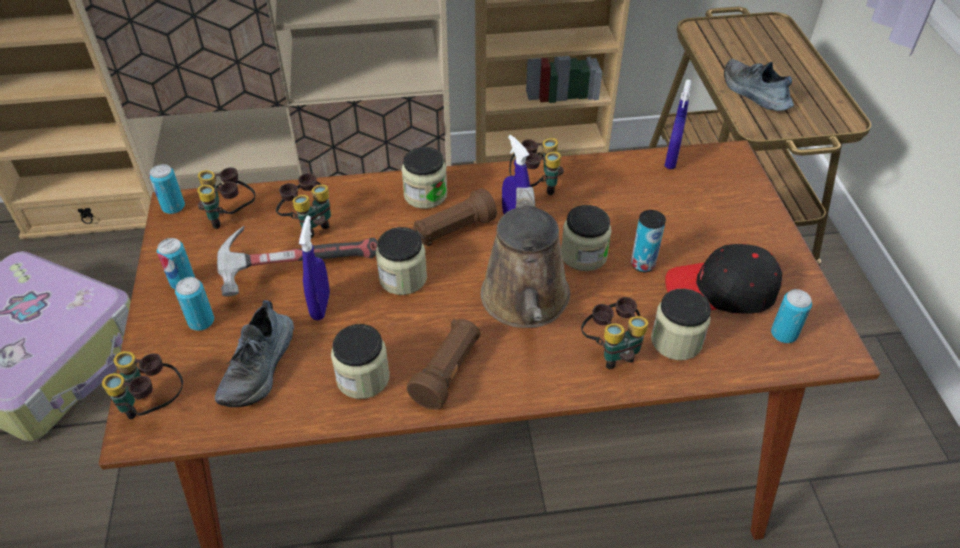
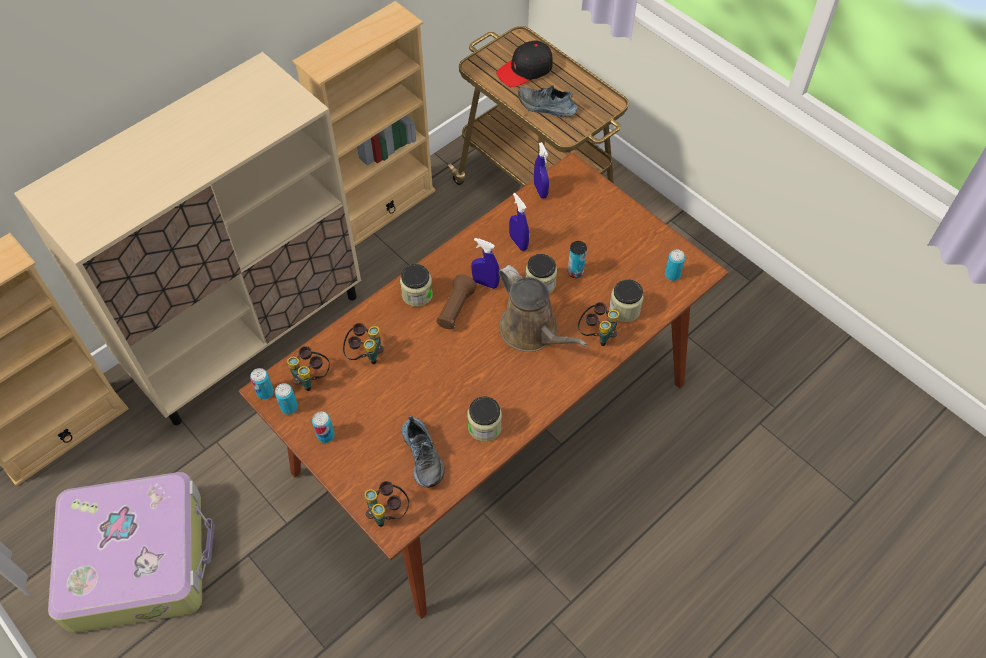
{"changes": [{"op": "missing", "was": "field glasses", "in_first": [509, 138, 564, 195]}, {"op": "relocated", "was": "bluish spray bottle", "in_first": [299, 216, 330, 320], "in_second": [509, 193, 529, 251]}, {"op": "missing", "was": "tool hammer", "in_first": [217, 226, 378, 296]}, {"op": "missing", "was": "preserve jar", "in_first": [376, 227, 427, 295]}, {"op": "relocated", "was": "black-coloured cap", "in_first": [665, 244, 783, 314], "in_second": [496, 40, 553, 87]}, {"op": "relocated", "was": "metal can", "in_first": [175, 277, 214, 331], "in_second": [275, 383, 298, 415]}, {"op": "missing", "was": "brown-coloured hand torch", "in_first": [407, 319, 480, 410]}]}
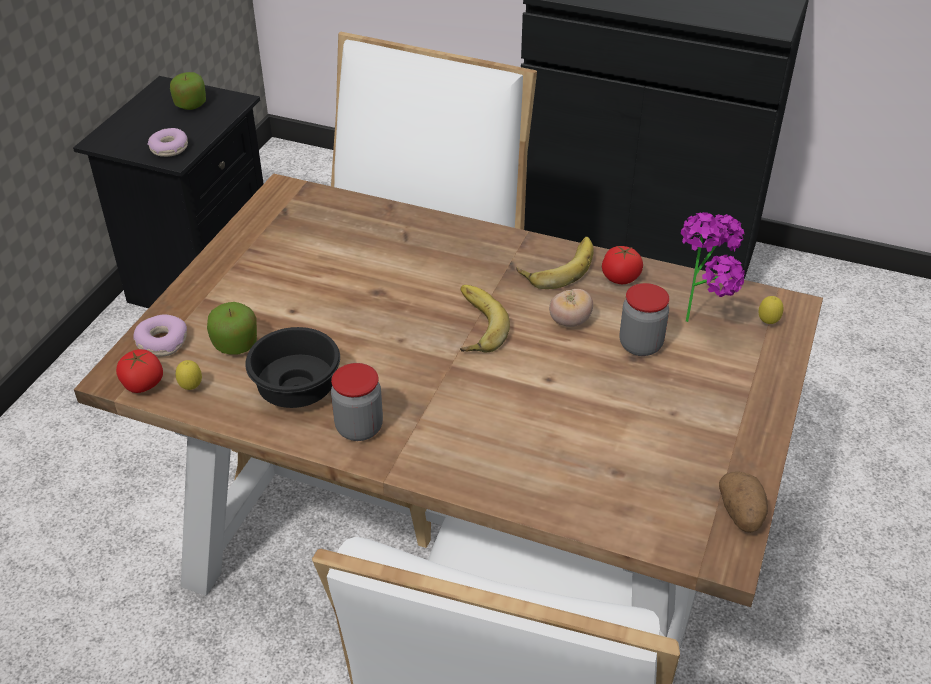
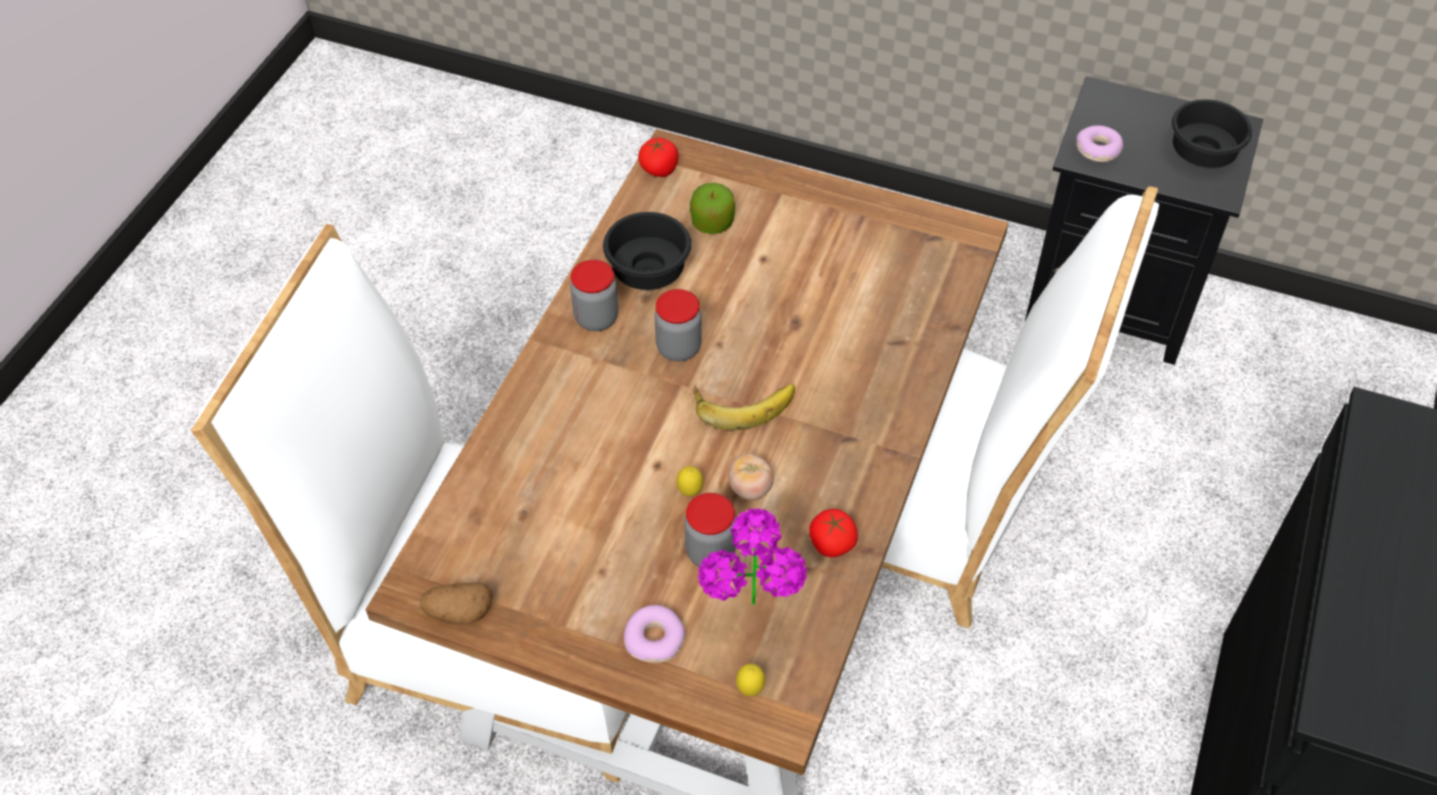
{"changes": [{"op": "exchanged", "was": "whole apple", "now": "black-coloured serving bowl", "in_first": [170, 72, 206, 110], "in_second": [1171, 99, 1252, 168]}, {"op": "missing", "was": "banana fruit", "in_first": [516, 237, 594, 289]}, {"op": "relocated", "was": "ring doughnut", "in_first": [133, 314, 187, 357], "in_second": [624, 605, 686, 663]}, {"op": "relocated", "was": "citrus fruit", "in_first": [176, 360, 202, 390], "in_second": [677, 466, 703, 496]}, {"op": "appeared", "now": "preserve jar", "in_second": [654, 289, 702, 361]}]}
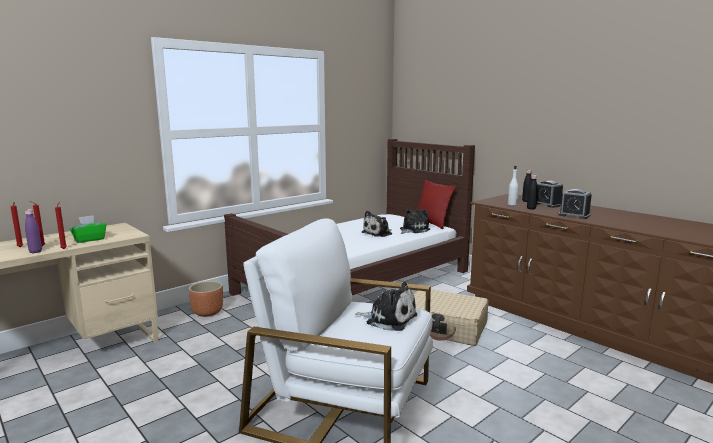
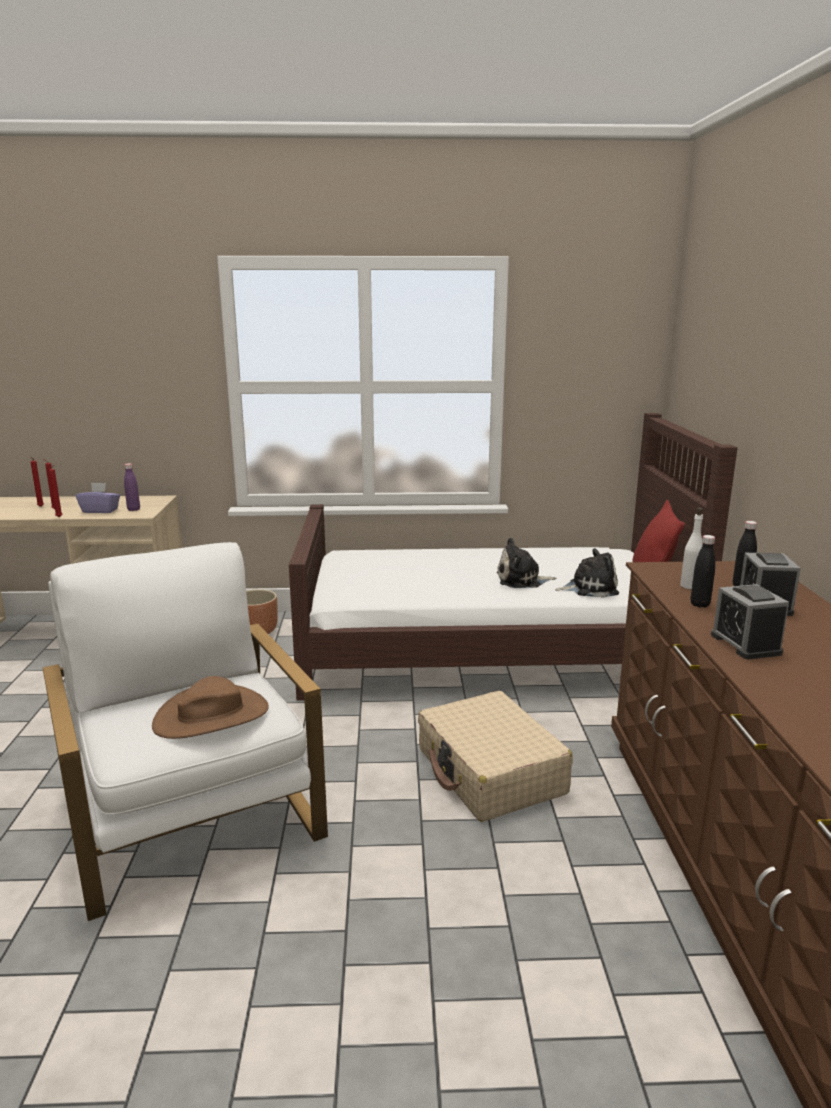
{"changes": [{"op": "relocated", "was": "purple-coloured beverage bottle", "in_first": [25, 209, 42, 253], "in_second": [124, 463, 140, 511]}, {"op": "colour", "was": "green tissue box", "now": "purple-coloured tissue box", "in_first": [70, 215, 106, 243], "in_second": [76, 483, 120, 513]}, {"op": "exchanged", "was": "plush toy", "now": "brown-coloured clothing hat", "in_first": [355, 282, 417, 331], "in_second": [152, 676, 269, 739]}]}
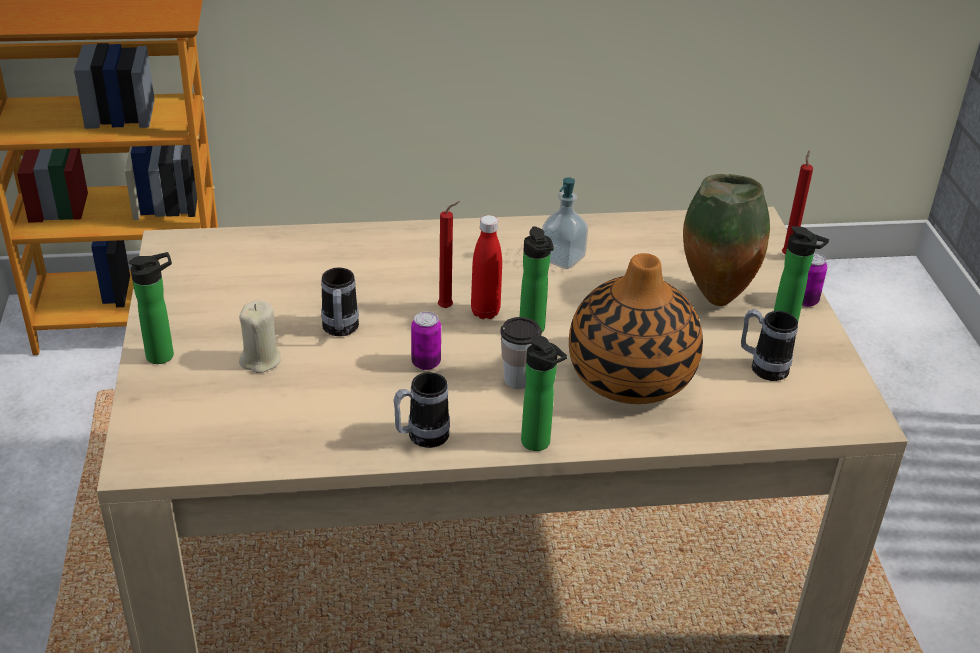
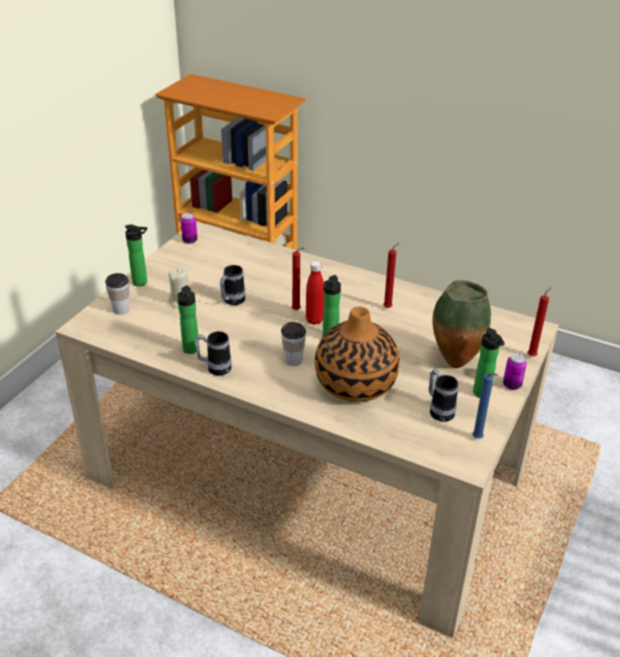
{"changes": [{"op": "exchanged", "was": "soap bottle", "now": "reddish wax candle", "in_first": [542, 177, 588, 269], "in_second": [383, 243, 400, 308]}, {"op": "relocated", "was": "metal can", "in_first": [411, 311, 441, 370], "in_second": [181, 213, 197, 244]}, {"op": "relocated", "was": "beverage bottle", "in_first": [521, 335, 567, 451], "in_second": [177, 285, 199, 354]}, {"op": "appeared", "now": "drinking cup", "in_second": [105, 273, 129, 315]}, {"op": "appeared", "now": "bluish wax candle", "in_second": [472, 373, 497, 439]}]}
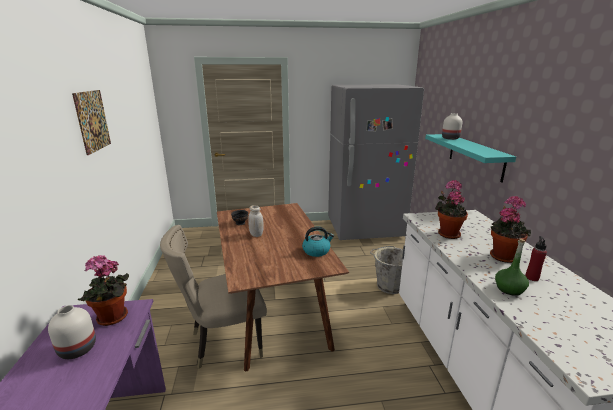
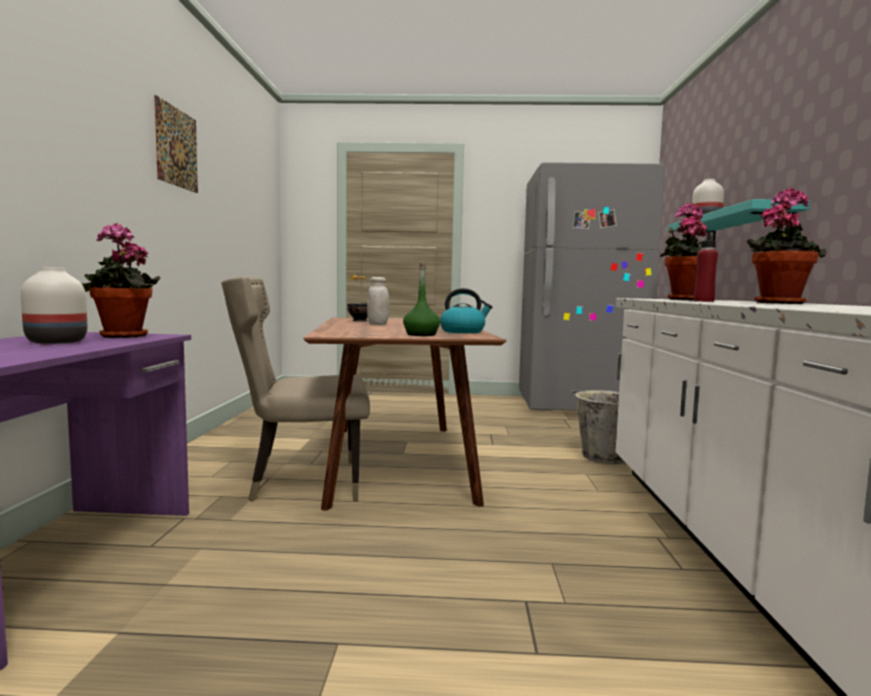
{"changes": [{"op": "relocated", "was": "reddish beverage bottle", "in_first": [525, 236, 547, 281], "in_second": [694, 232, 718, 302]}, {"op": "relocated", "was": "green beverage bottle", "in_first": [495, 238, 529, 296], "in_second": [403, 263, 440, 336]}]}
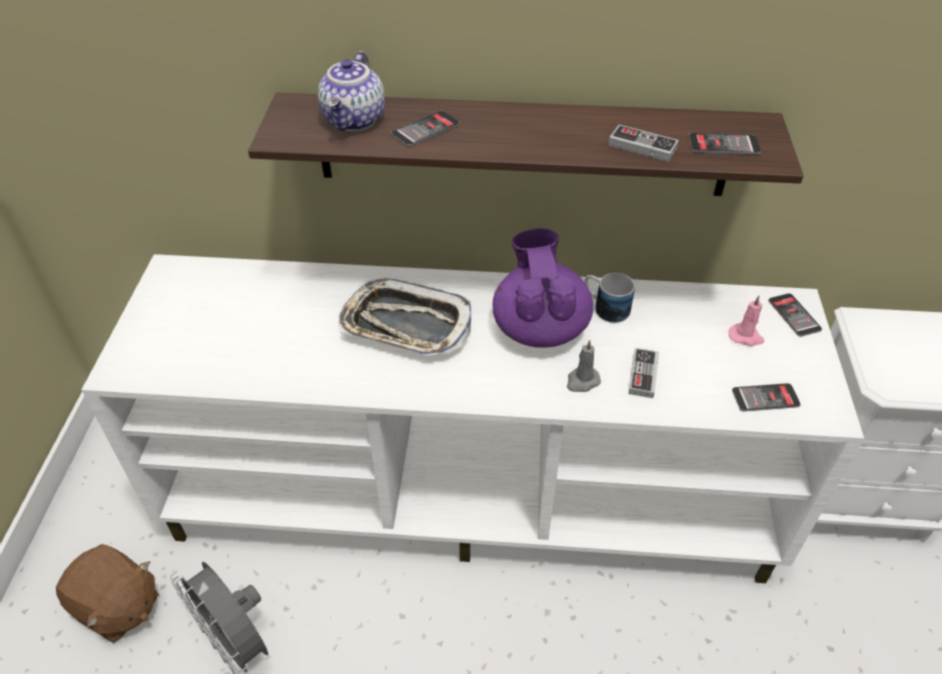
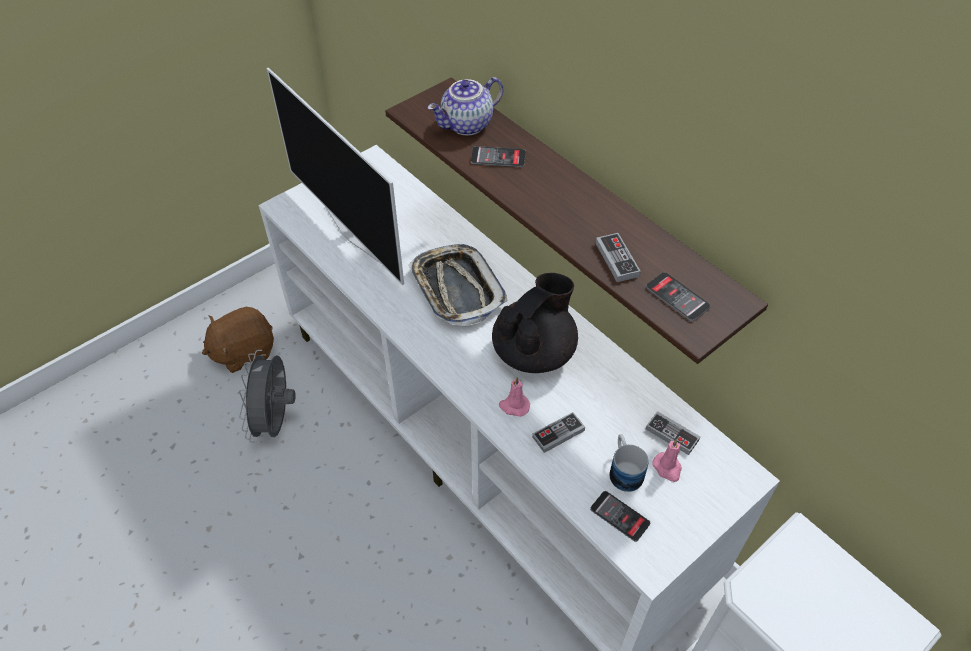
{"changes": [{"op": "colour", "was": "purple-coloured pot for tea", "now": "black-coloured pot for tea", "in_first": [493, 228, 593, 348], "in_second": [492, 273, 578, 373]}, {"op": "relocated", "was": "tea mug", "in_first": [584, 273, 635, 323], "in_second": [610, 434, 648, 492]}, {"op": "missing", "was": "handset", "in_first": [768, 293, 822, 337]}, {"op": "colour", "was": "greyish wax candle", "now": "pink-coloured wax candle", "in_first": [567, 339, 601, 392], "in_second": [499, 377, 530, 417]}, {"op": "spun", "was": "brown-coloured plush toy", "in_first": [56, 544, 159, 643], "in_second": [202, 307, 274, 373], "clockwise": 75}, {"op": "appeared", "now": "television", "in_second": [267, 67, 404, 285]}, {"op": "appeared", "now": "joypad", "in_second": [646, 411, 700, 455]}]}
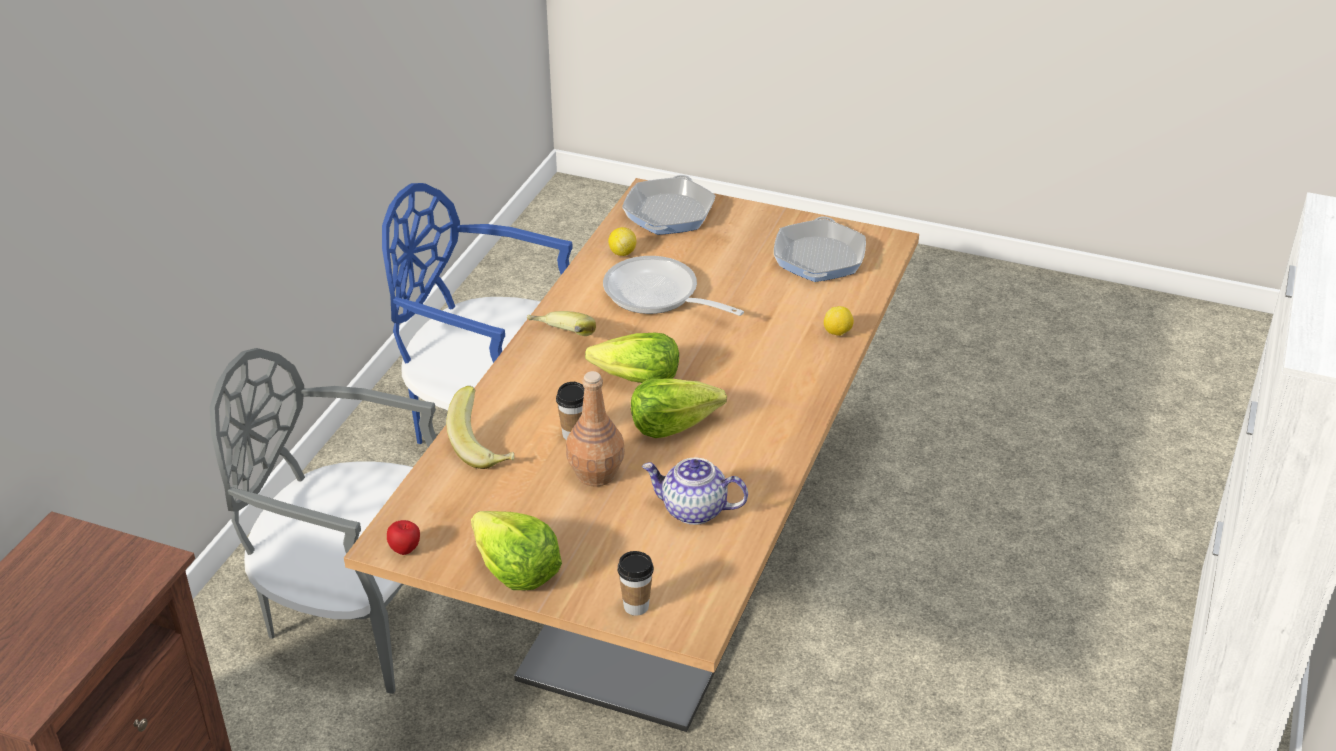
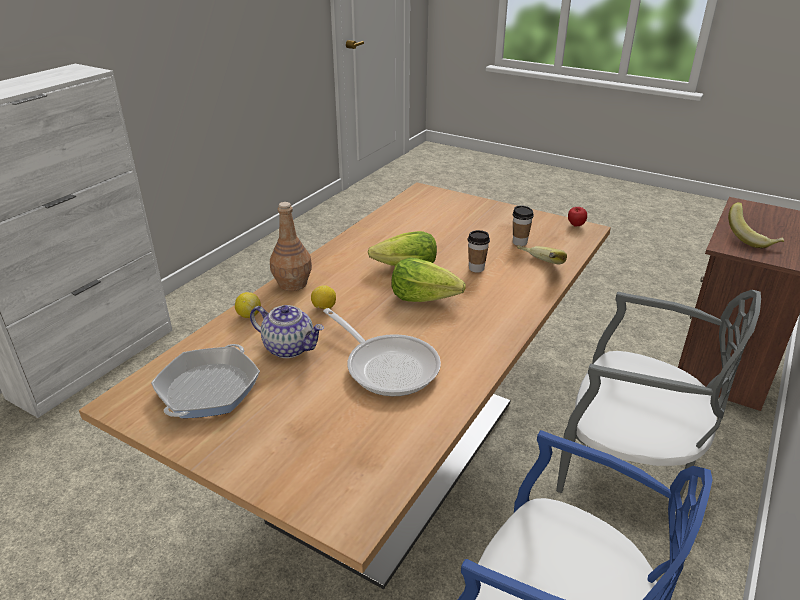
{"changes": [{"op": "missing", "was": "skillet", "in_first": [622, 175, 716, 235]}, {"op": "relocated", "was": "citrus fruit", "in_first": [608, 227, 636, 256], "in_second": [311, 285, 336, 309]}, {"op": "relocated", "was": "banana fruit", "in_first": [527, 311, 596, 336], "in_second": [728, 202, 784, 248]}, {"op": "relocated", "was": "brown-coloured beverage bottle", "in_first": [566, 371, 625, 487], "in_second": [270, 202, 312, 291]}, {"op": "relocated", "was": "pot for tea", "in_first": [642, 458, 748, 525], "in_second": [250, 305, 324, 358]}, {"op": "missing", "was": "lettuce head", "in_first": [471, 511, 562, 590]}, {"op": "relocated", "was": "drinking cup", "in_first": [618, 551, 654, 616], "in_second": [512, 205, 534, 246]}]}
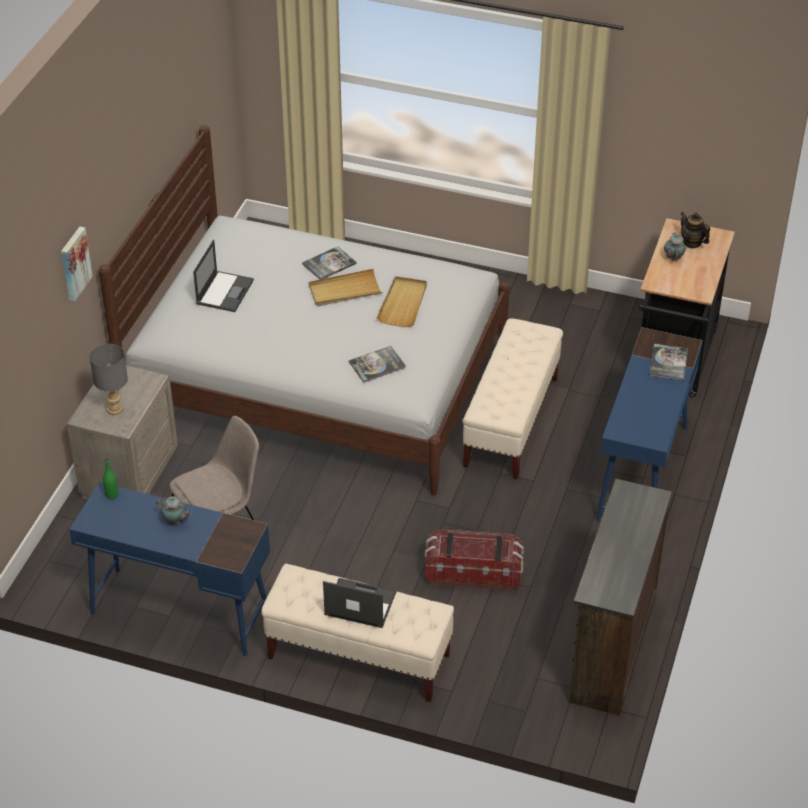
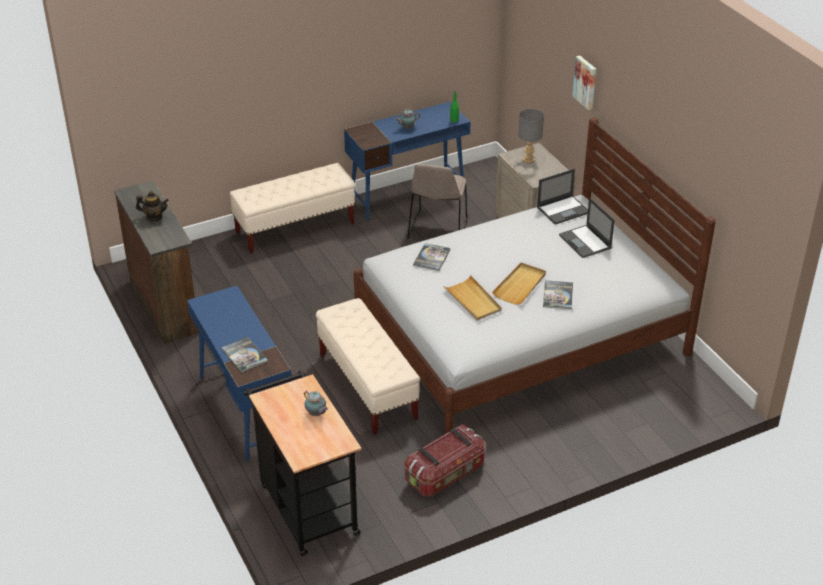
{"changes": [{"op": "relocated", "was": "pot for tea", "in_first": [681, 212, 710, 248], "in_second": [136, 191, 169, 221]}, {"op": "relocated", "was": "storage container", "in_first": [425, 529, 524, 590], "in_second": [405, 424, 485, 497]}, {"op": "relocated", "was": "portable computer", "in_first": [323, 578, 397, 628], "in_second": [537, 169, 588, 225]}]}
